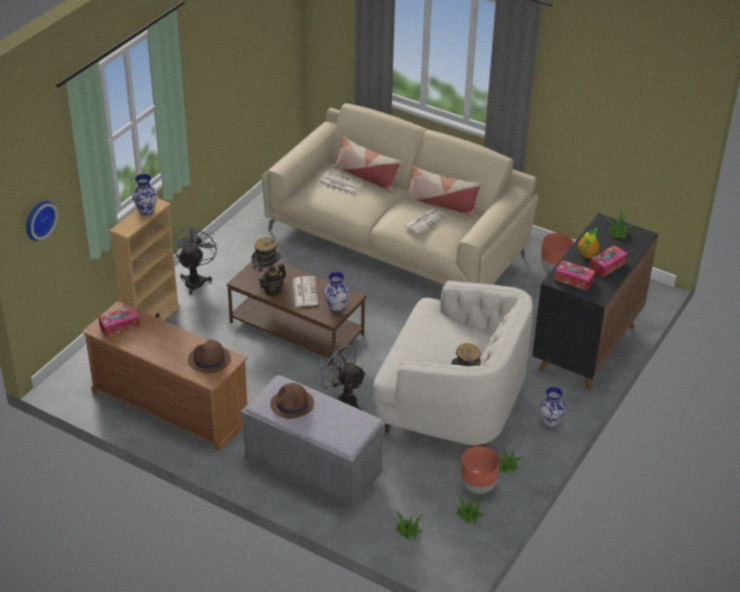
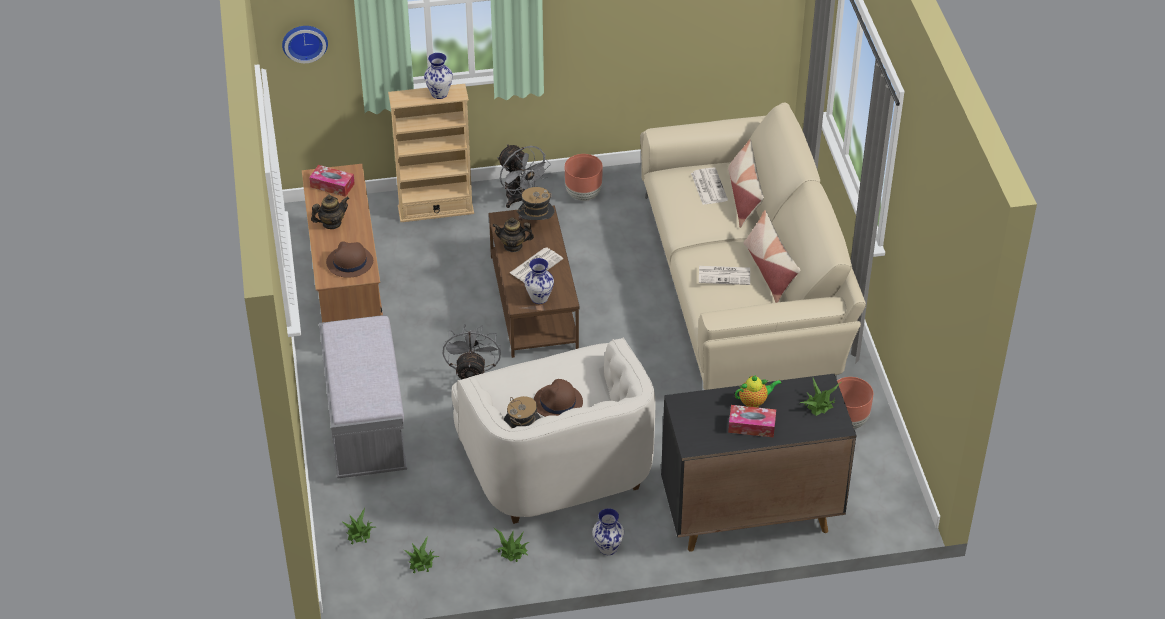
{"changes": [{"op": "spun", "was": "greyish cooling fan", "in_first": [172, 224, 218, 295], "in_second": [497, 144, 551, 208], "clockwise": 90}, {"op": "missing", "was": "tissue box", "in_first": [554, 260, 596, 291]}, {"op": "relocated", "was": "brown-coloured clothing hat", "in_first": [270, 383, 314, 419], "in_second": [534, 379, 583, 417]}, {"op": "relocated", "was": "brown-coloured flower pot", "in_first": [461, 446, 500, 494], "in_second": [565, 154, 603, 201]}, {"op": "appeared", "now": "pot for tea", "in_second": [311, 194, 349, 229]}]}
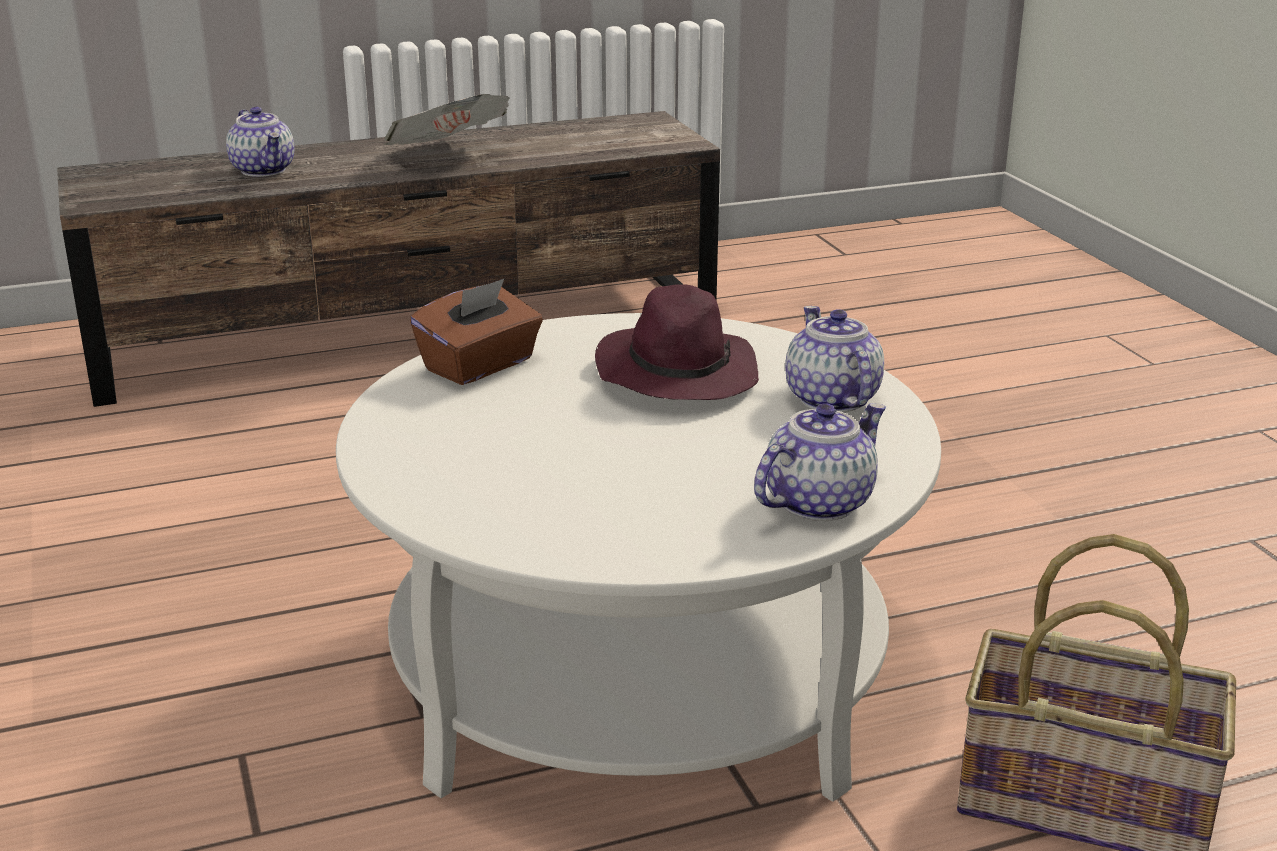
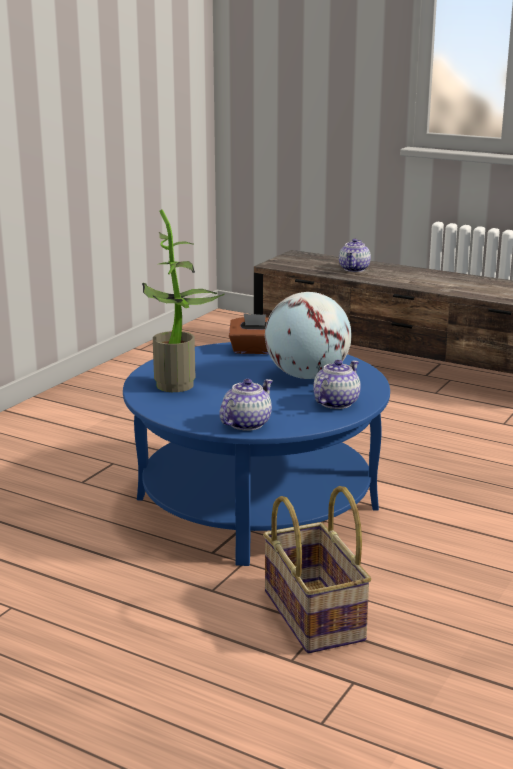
{"changes": [{"op": "missing", "was": "newspaper", "in_first": [384, 94, 510, 145]}, {"op": "exchanged", "was": "purple-coloured clothing hat", "now": "world globe", "in_first": [595, 284, 759, 400], "in_second": [265, 292, 351, 379]}, {"op": "colour", "was": "white-coloured coffee table", "now": "bluish coffee table", "in_first": [336, 313, 941, 802], "in_second": [123, 342, 390, 566]}, {"op": "spun", "was": "pot for tea", "in_first": [754, 403, 886, 521], "in_second": [220, 379, 273, 431], "clockwise": -60}, {"op": "appeared", "now": "potted plant", "in_second": [142, 209, 225, 392]}]}
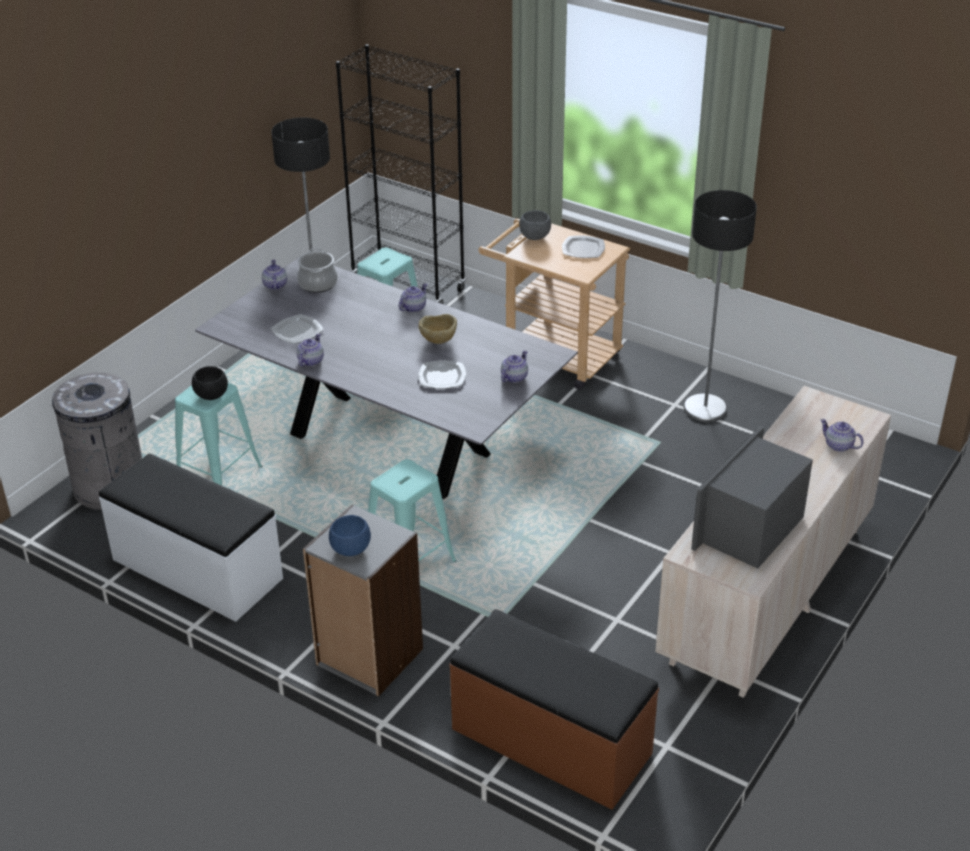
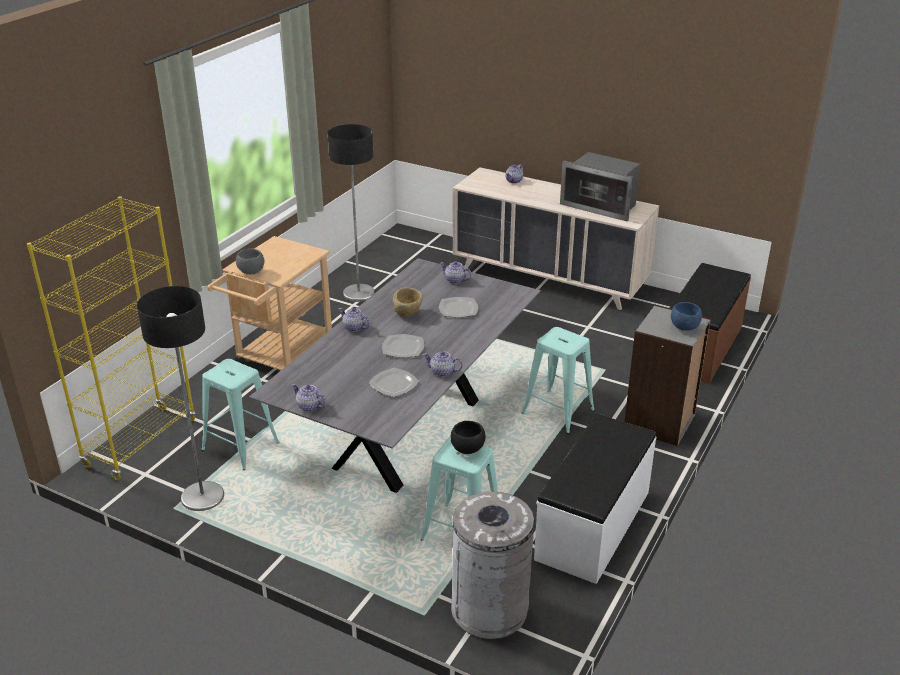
{"changes": [{"op": "colour", "was": "black-coloured bookshelf", "now": "yellow bookshelf", "in_first": [336, 44, 465, 304], "in_second": [27, 196, 195, 480]}, {"op": "relocated", "was": "plate", "in_first": [562, 236, 605, 258], "in_second": [382, 334, 424, 357]}, {"op": "missing", "was": "stockpot", "in_first": [297, 248, 338, 293]}, {"op": "spun", "was": "pot for tea", "in_first": [262, 259, 287, 290], "in_second": [292, 384, 327, 412], "clockwise": 45}]}
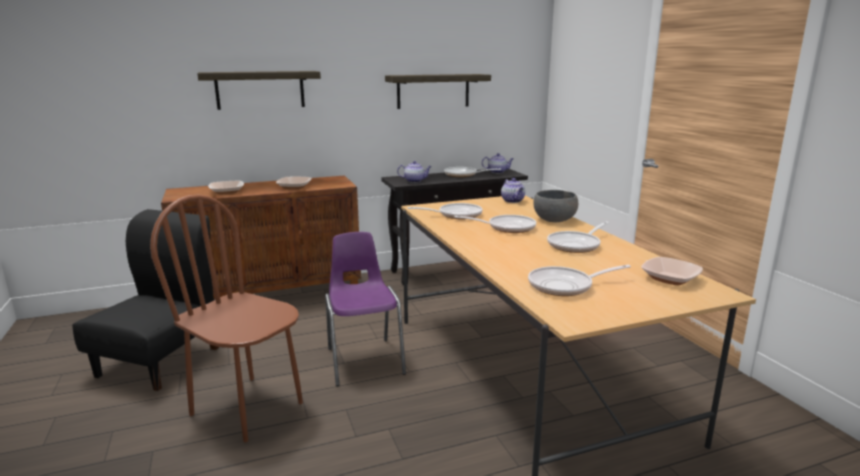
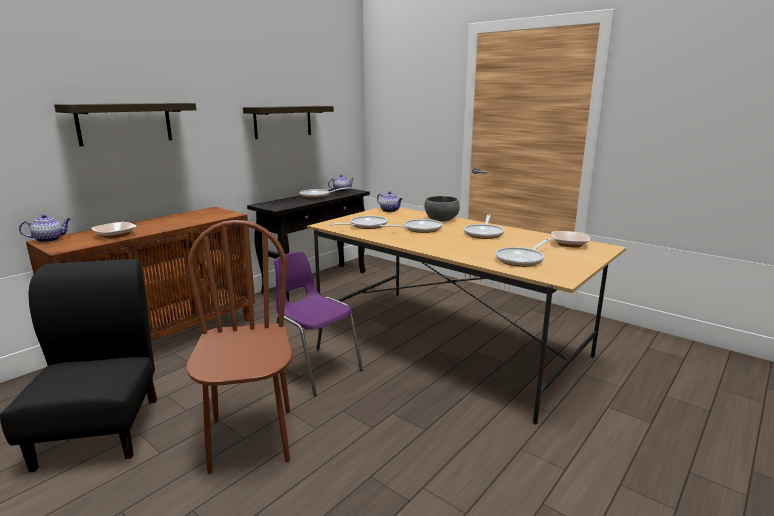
{"changes": [{"op": "relocated", "was": "pot for tea", "in_first": [397, 161, 432, 183], "in_second": [19, 214, 70, 242]}, {"op": "missing", "was": "serving bowl", "in_first": [276, 177, 312, 190]}, {"op": "spun", "was": "brown-coloured plain chair", "in_first": [150, 194, 303, 442], "in_second": [186, 220, 292, 474], "clockwise": 75}]}
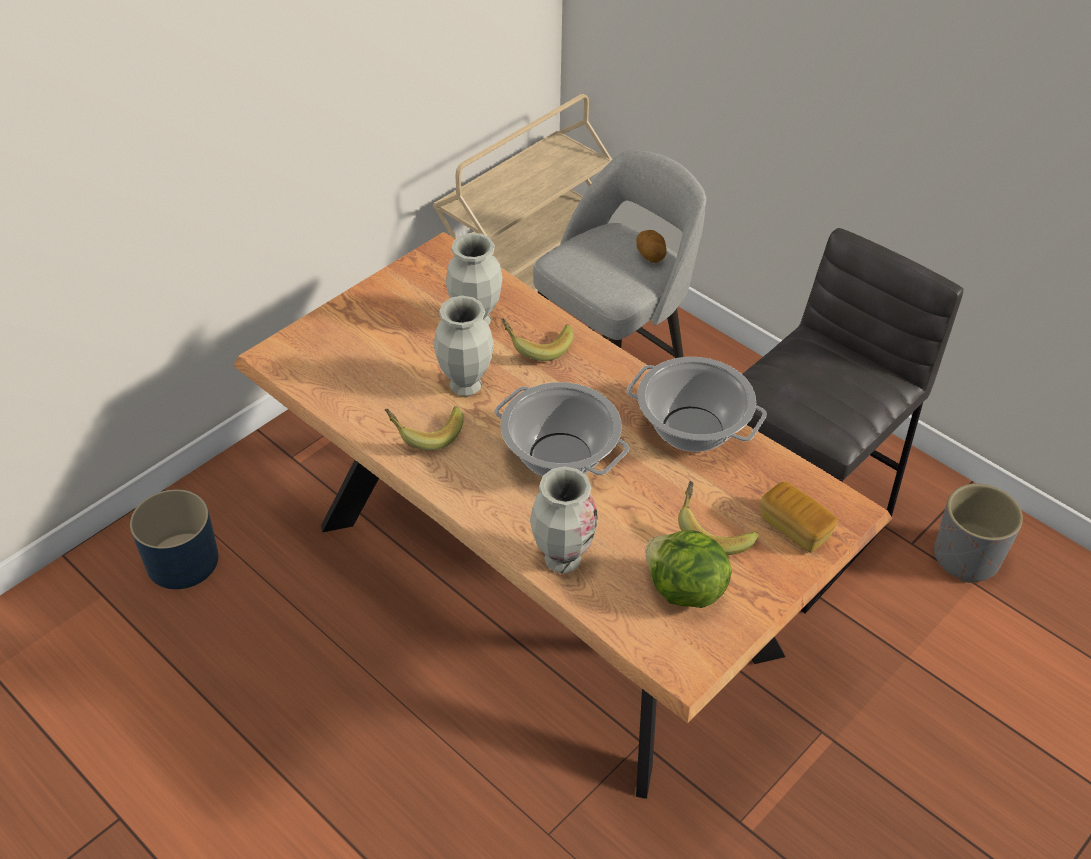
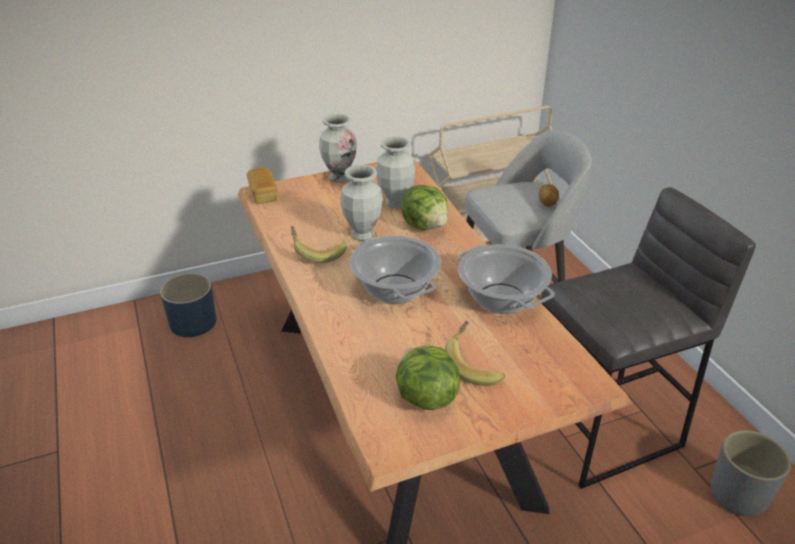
{"changes": [{"op": "exchanged", "was": "banana fruit", "now": "lettuce head", "in_first": [501, 318, 574, 361], "in_second": [401, 185, 448, 230]}, {"op": "relocated", "was": "decorative vase", "in_first": [530, 466, 598, 573], "in_second": [319, 113, 357, 182]}, {"op": "relocated", "was": "bread", "in_first": [760, 481, 837, 553], "in_second": [247, 167, 277, 204]}]}
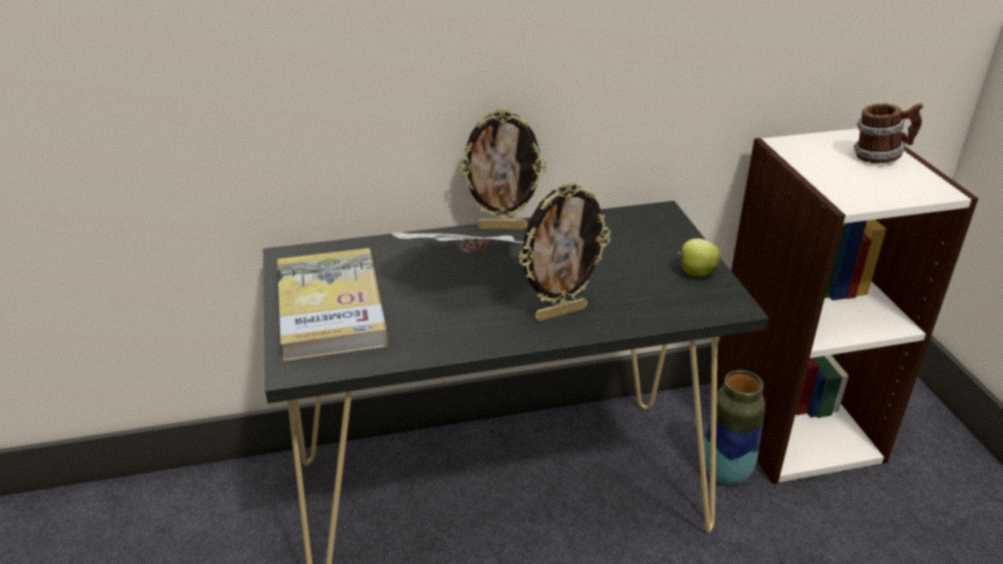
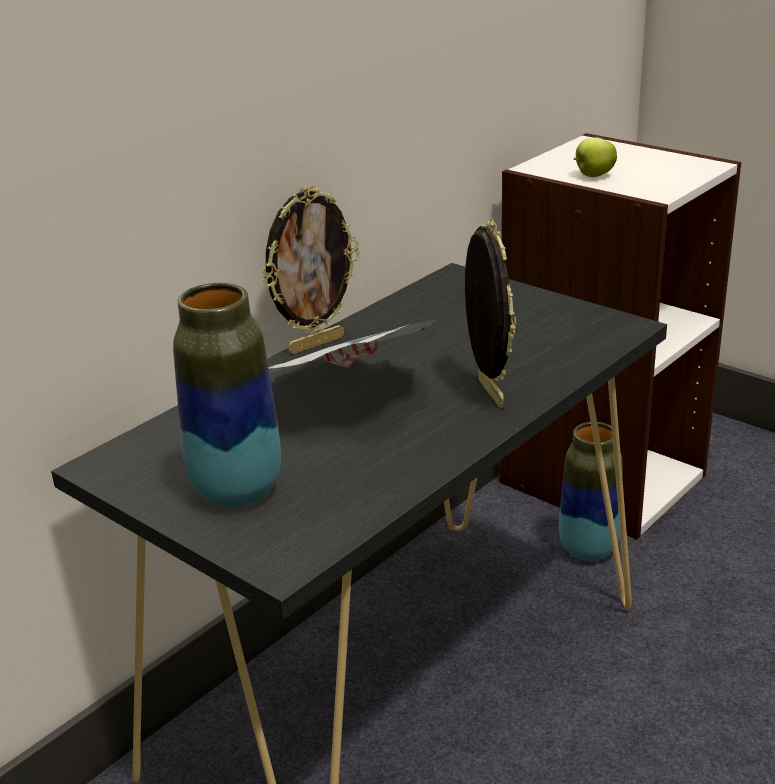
{"changes": [{"op": "missing", "was": "tea mug", "in_first": [854, 103, 923, 163]}, {"op": "spun", "was": "picture frame", "in_first": [518, 182, 611, 321], "in_second": [465, 219, 516, 408], "clockwise": -45}, {"op": "relocated", "was": "whole apple", "in_first": [677, 238, 721, 276], "in_second": [574, 137, 617, 177]}, {"op": "exchanged", "was": "volume", "now": "decorative vase", "in_first": [277, 248, 388, 361], "in_second": [173, 283, 281, 508]}]}
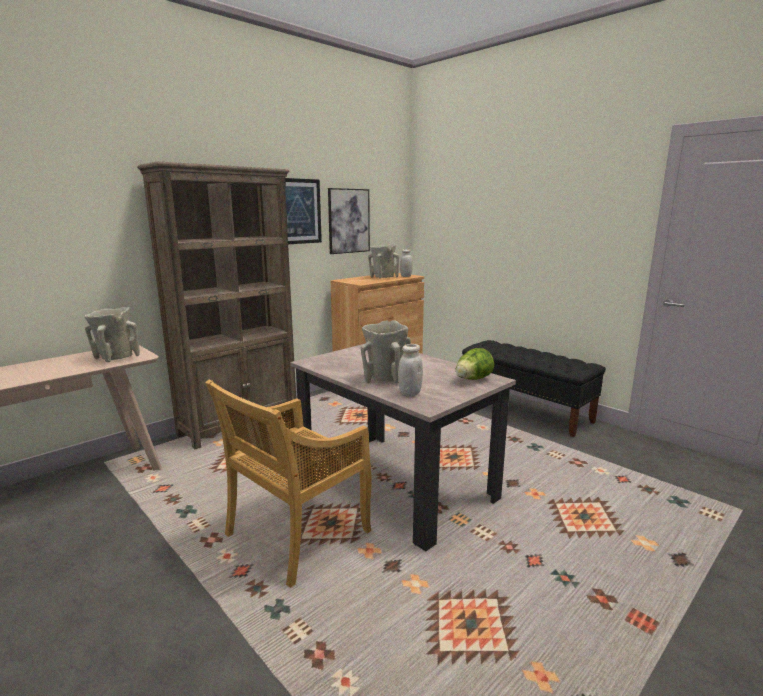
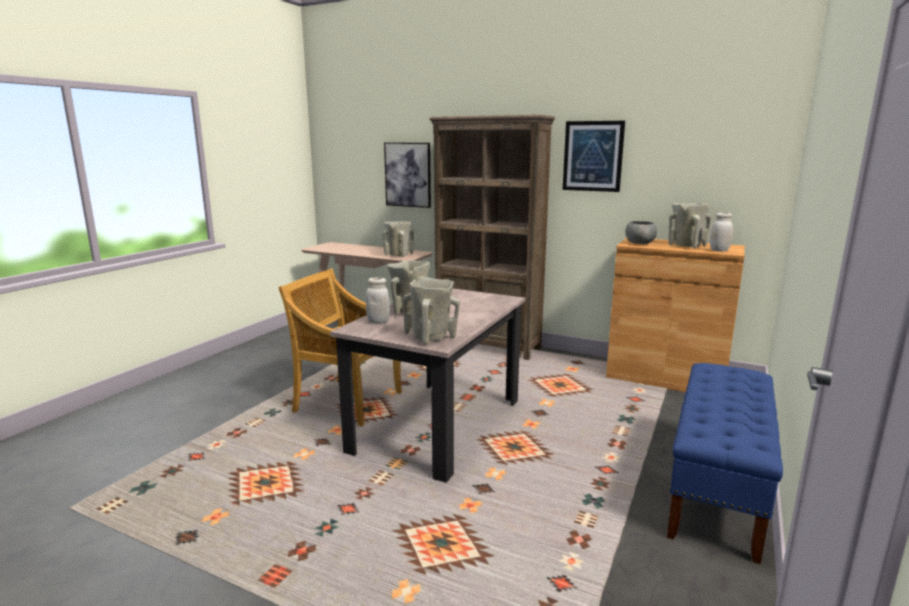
{"changes": [{"op": "relocated", "was": "picture", "in_first": [328, 188, 370, 254], "in_second": [384, 143, 431, 208]}, {"op": "colour", "was": "black-coloured long seat", "now": "bluish long seat", "in_first": [462, 340, 606, 437], "in_second": [667, 363, 783, 564]}, {"op": "exchanged", "was": "lettuce head", "now": "sand-coloured decorative vase", "in_first": [456, 348, 494, 380], "in_second": [403, 277, 460, 345]}, {"op": "appeared", "now": "greyish serving bowl", "in_second": [625, 221, 657, 244]}]}
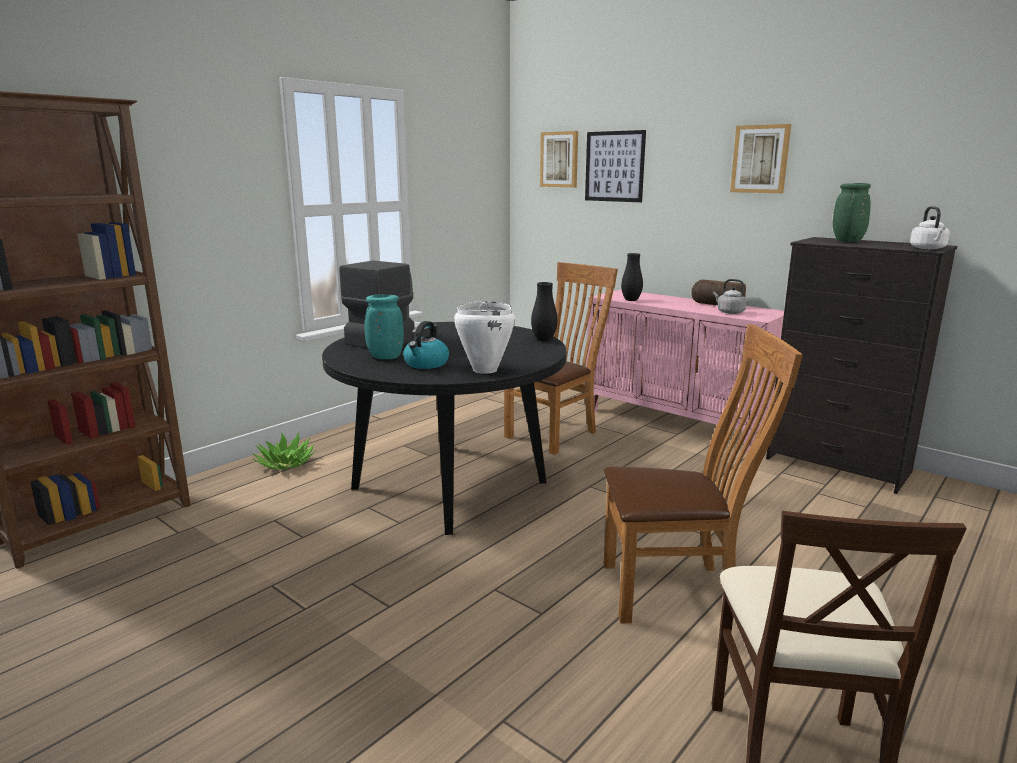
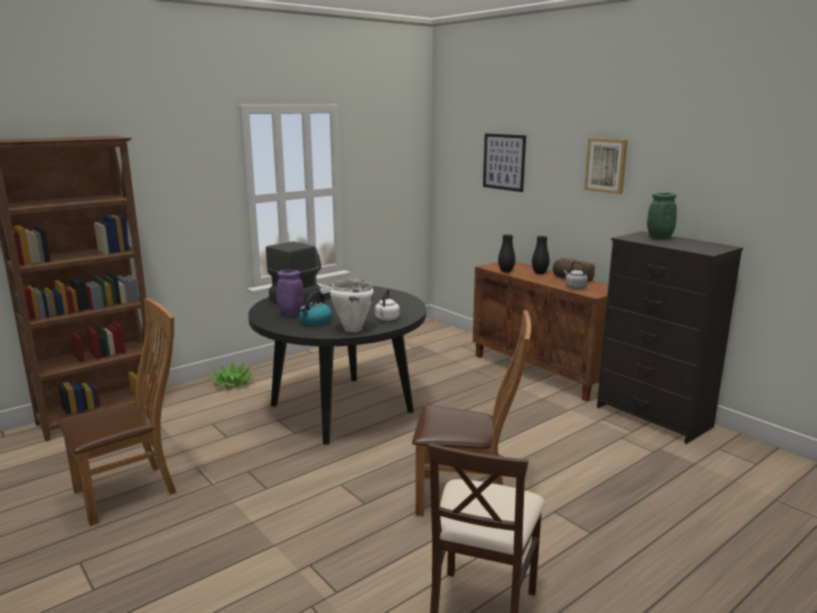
{"changes": [{"op": "missing", "was": "picture", "in_first": [540, 131, 578, 187]}, {"op": "relocated", "was": "white-coloured water kettle", "in_first": [910, 206, 950, 249], "in_second": [375, 289, 400, 321]}, {"op": "relocated", "was": "brown-coloured plain chair", "in_first": [504, 262, 618, 455], "in_second": [58, 298, 177, 526]}, {"op": "relocated", "was": "black-coloured decorative vase", "in_first": [531, 282, 557, 341], "in_second": [532, 236, 549, 274]}, {"op": "colour", "was": "pink-coloured storage cabinet", "now": "brown-coloured storage cabinet", "in_first": [586, 289, 784, 453], "in_second": [473, 262, 609, 401]}, {"op": "colour", "was": "blue-green decorative vase", "now": "purple-coloured decorative vase", "in_first": [365, 294, 404, 359], "in_second": [276, 270, 304, 316]}]}
